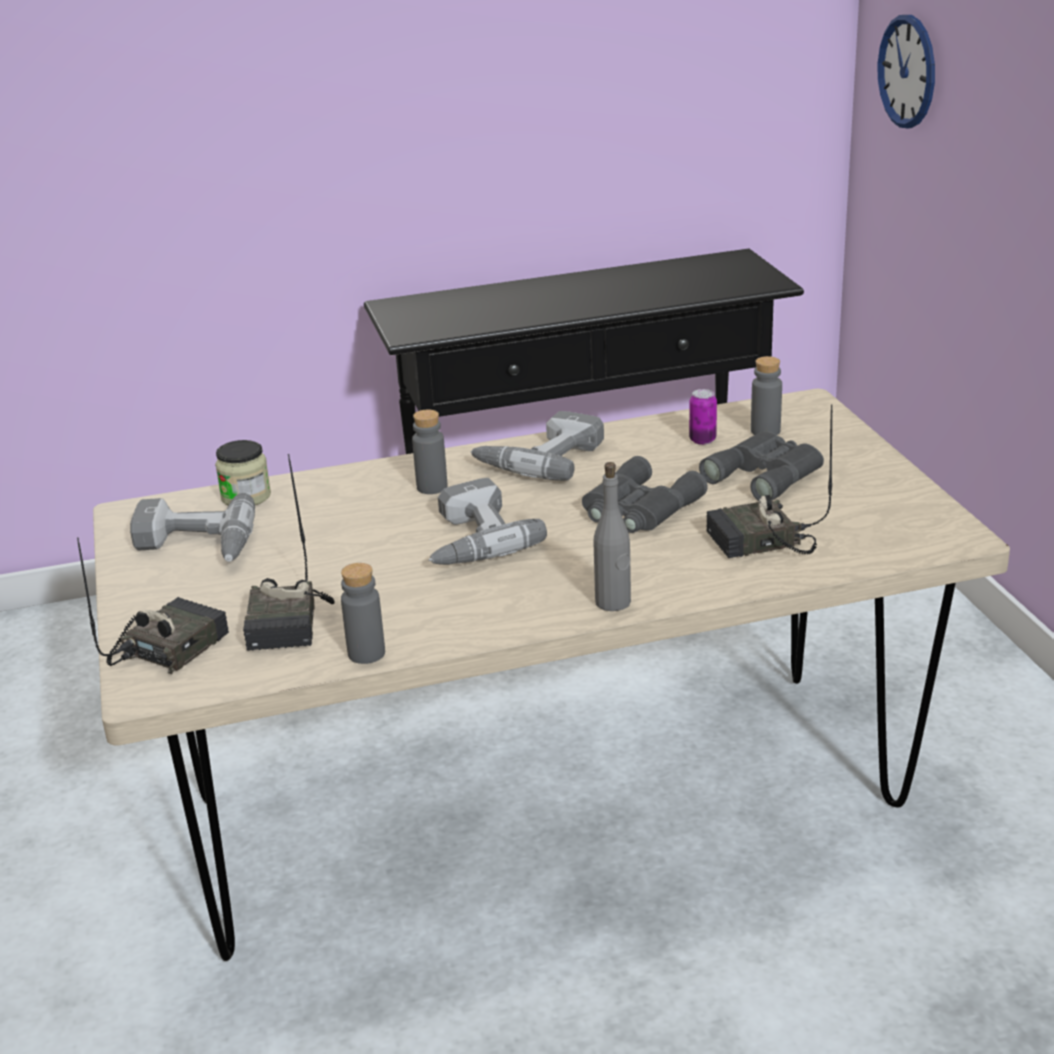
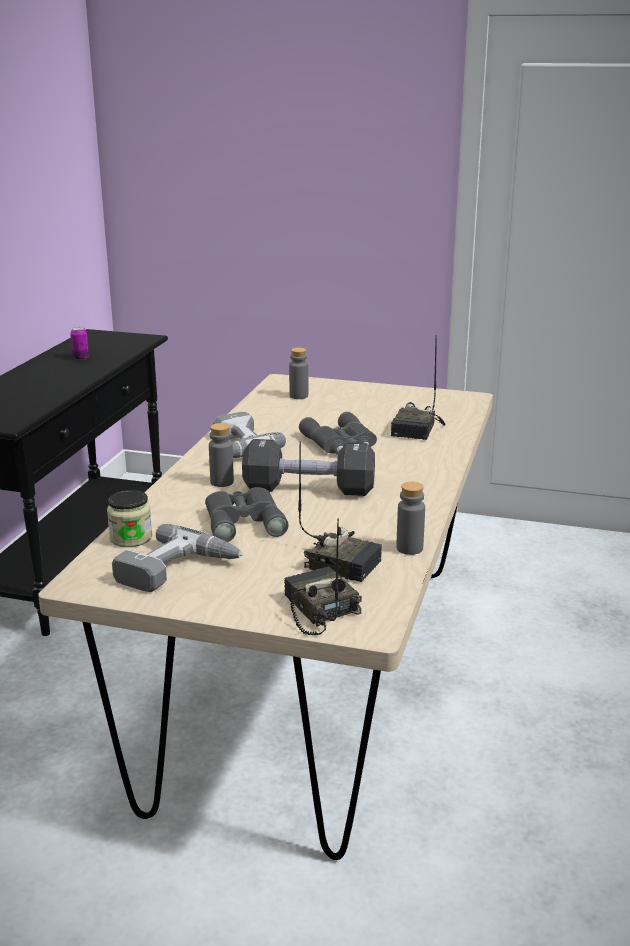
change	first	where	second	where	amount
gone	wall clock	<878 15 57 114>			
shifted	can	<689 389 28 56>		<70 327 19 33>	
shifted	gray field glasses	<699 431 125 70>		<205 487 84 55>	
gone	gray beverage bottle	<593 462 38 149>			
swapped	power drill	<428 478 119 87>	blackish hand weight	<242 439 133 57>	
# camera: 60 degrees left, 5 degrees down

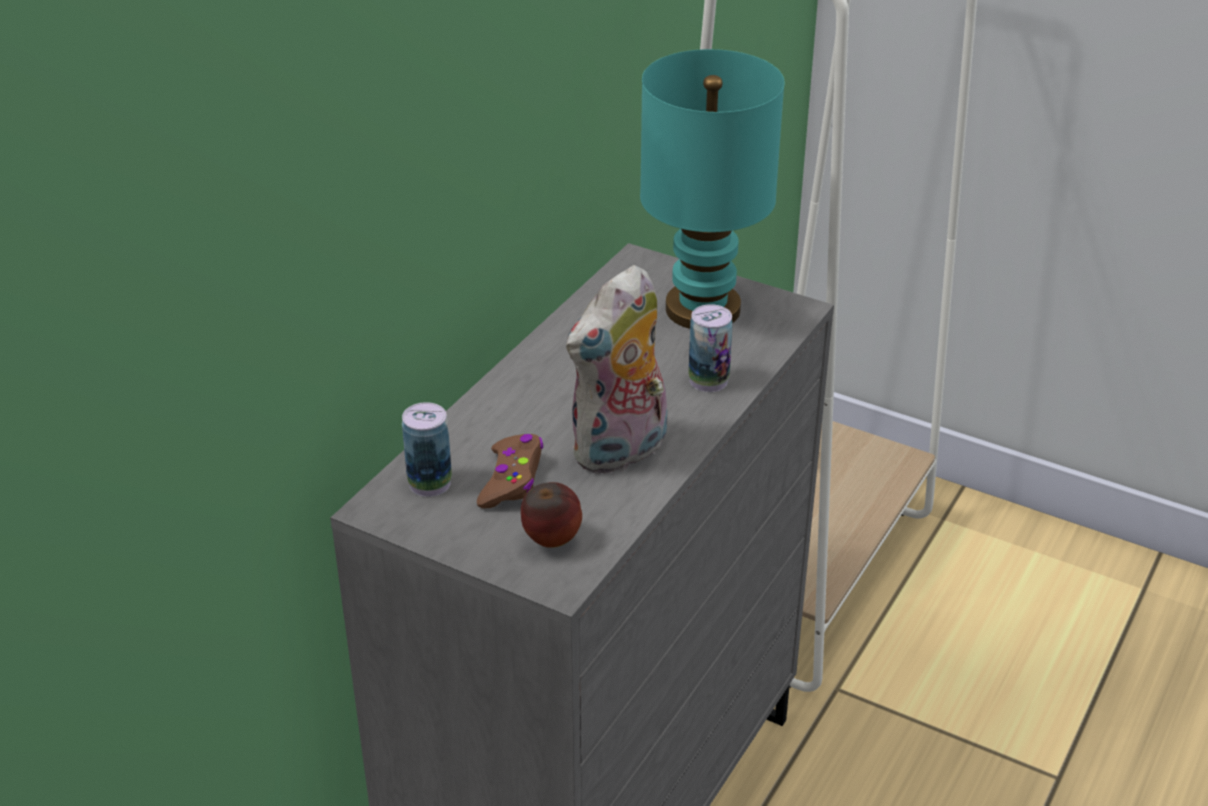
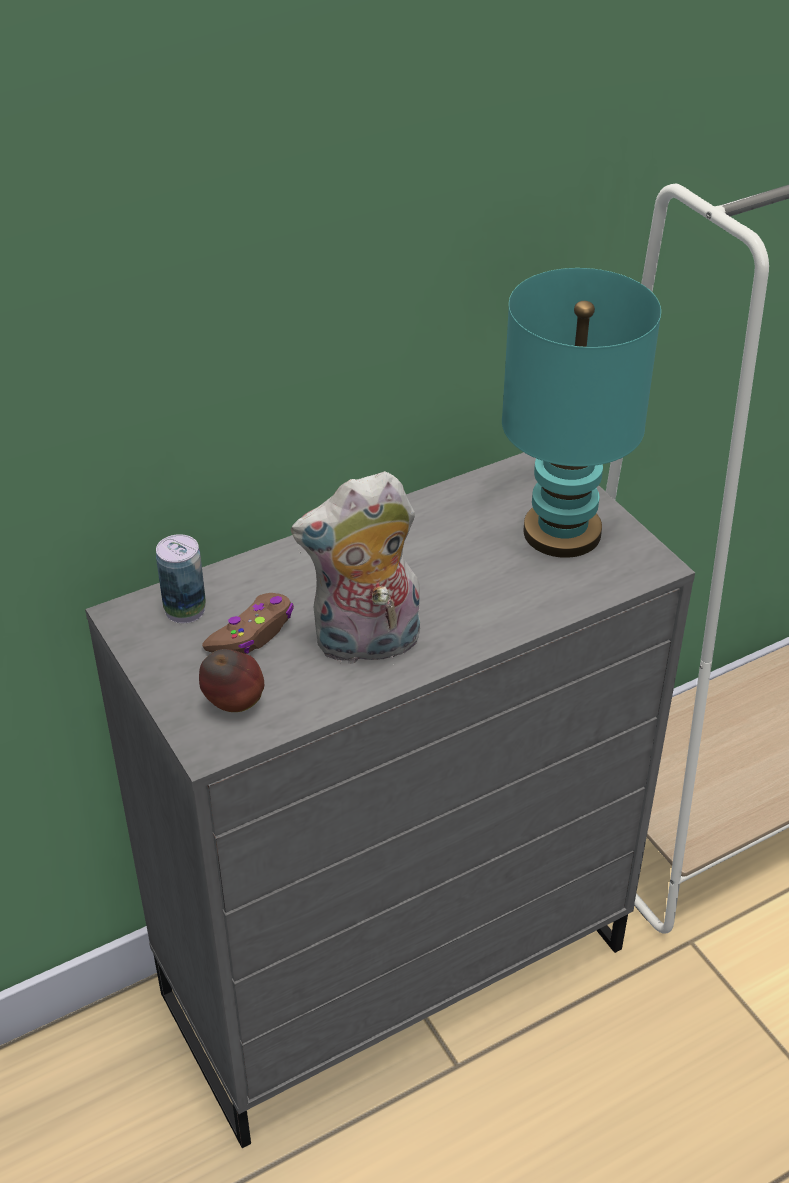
change	first	where	second	where	amount
gone	can	<688 304 45 88>			
# camera: 30 degrees right, 5 degrees up

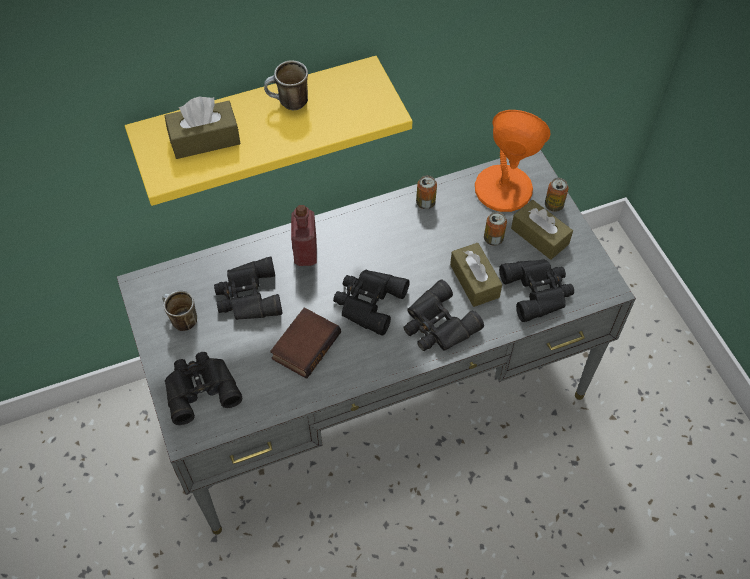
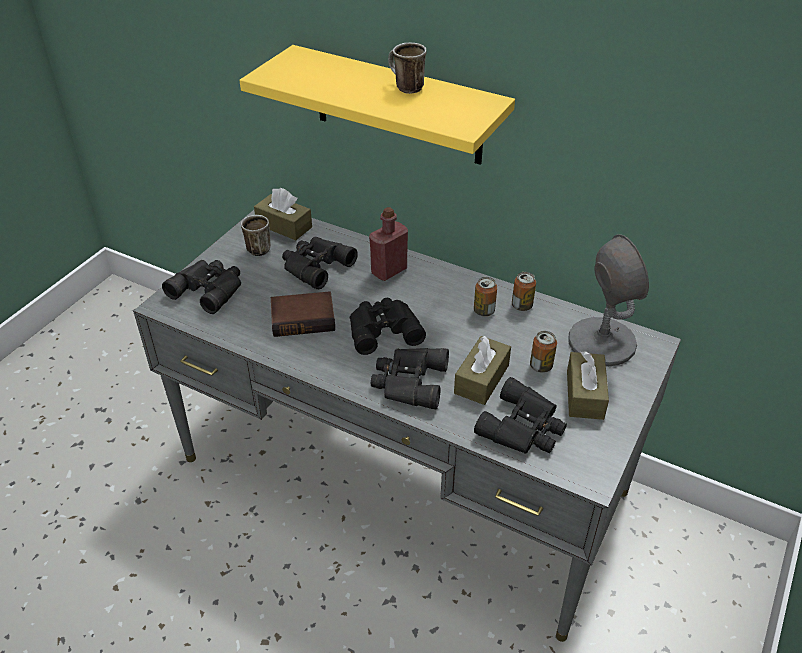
change	first	where	second	where	amount
shifted	brown-coloured tissue holder	<164 97 77 62>		<254 188 58 52>	
repainted	orangey tabletop lamp	<475 110 75 102>	gray tabletop lamp	<568 234 81 132>	
shifted	can	<545 178 24 34>		<474 277 23 39>	
# camera: 50 degrees right, 15 degrees down

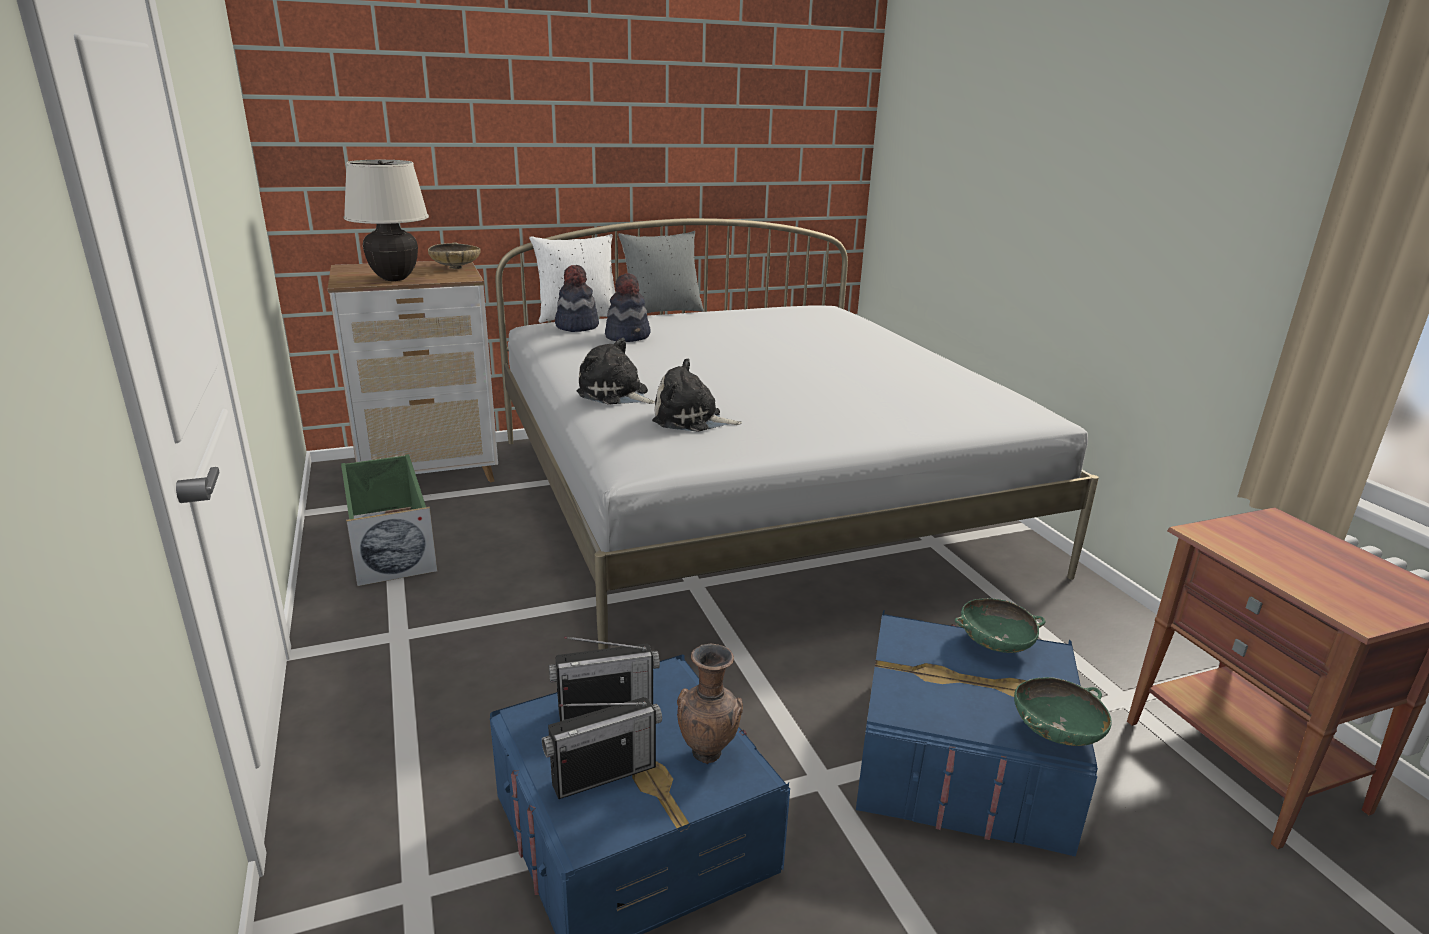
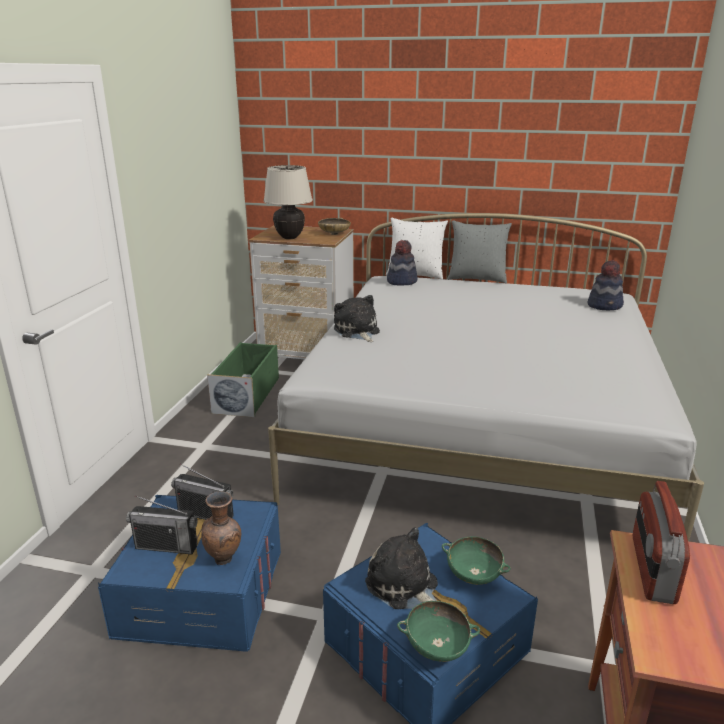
change	first	where	second	where	amount
shifted	clothing hat	<605 273 46 69>		<588 260 36 50>	
shifted	cuddly toy	<652 358 90 74>		<365 527 73 82>	
new			radio	<632 481 58 123>	
# camera: 35 degrees right, 0 degrees up

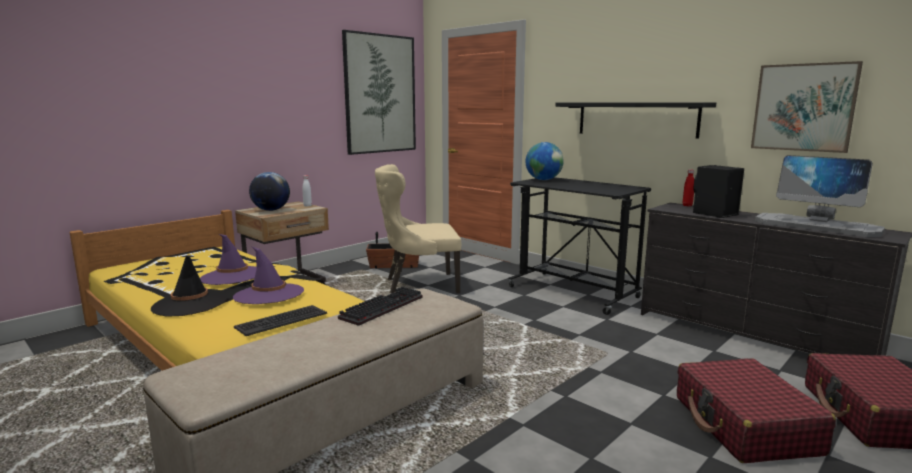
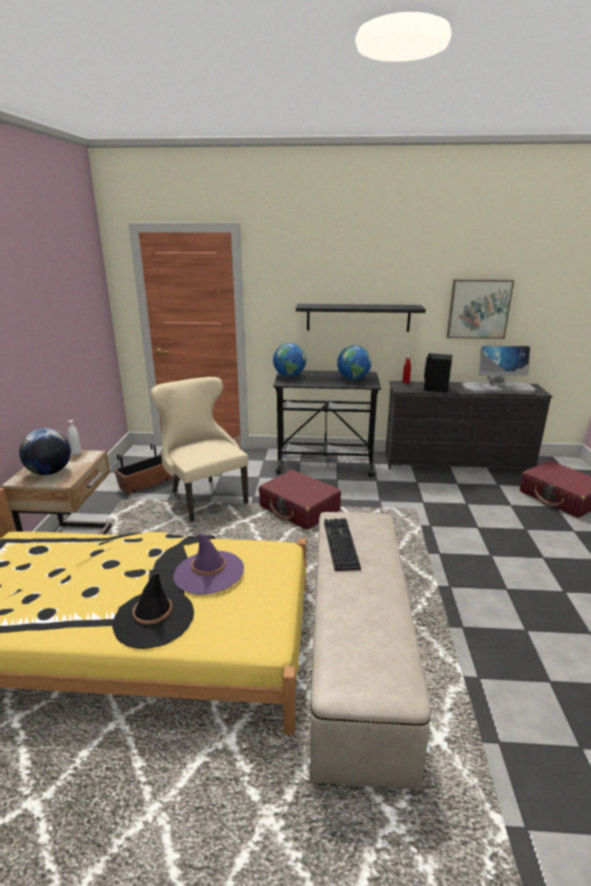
change	first	where	second	where	amount
gone	wall art	<342 30 74 125>			
rotated	sand-coloured chair	<375 164 86 129>		<151 377 97 145>	105 degrees clockwise
gone	purple clothing hat	<200 234 57 51>			
gone	keyboard	<234 305 93 31>			
shifted	red-coloured piece of luggage	<677 358 159 105>		<258 470 83 60>	
new			globe	<337 346 34 34>	
# camera: 40 degrees left, 10 degrees up

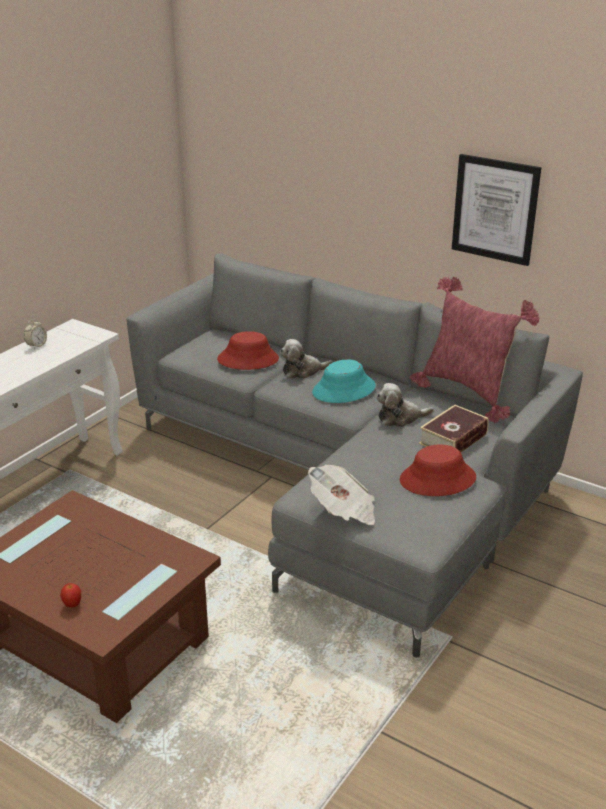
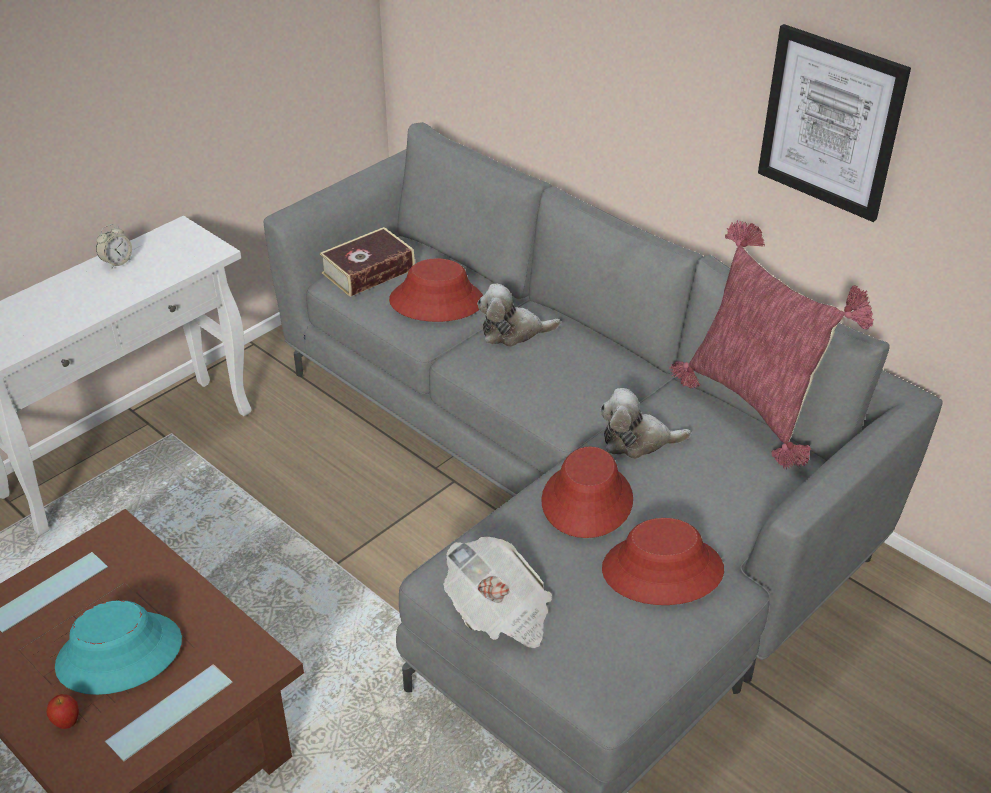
change	first	where	second	where	amount
shifted	blue-green clothing hat	<312 359 64 44>		<55 600 127 95>	
shifted	book	<419 405 70 47>		<320 227 95 70>	
new			red-coloured clothing hat	<541 447 92 91>	
# camera: 10 degrees right, 10 degrees up

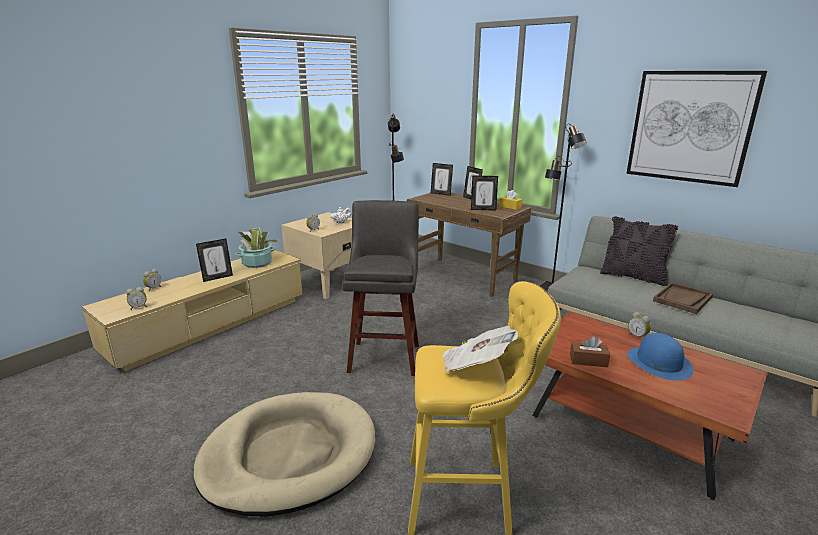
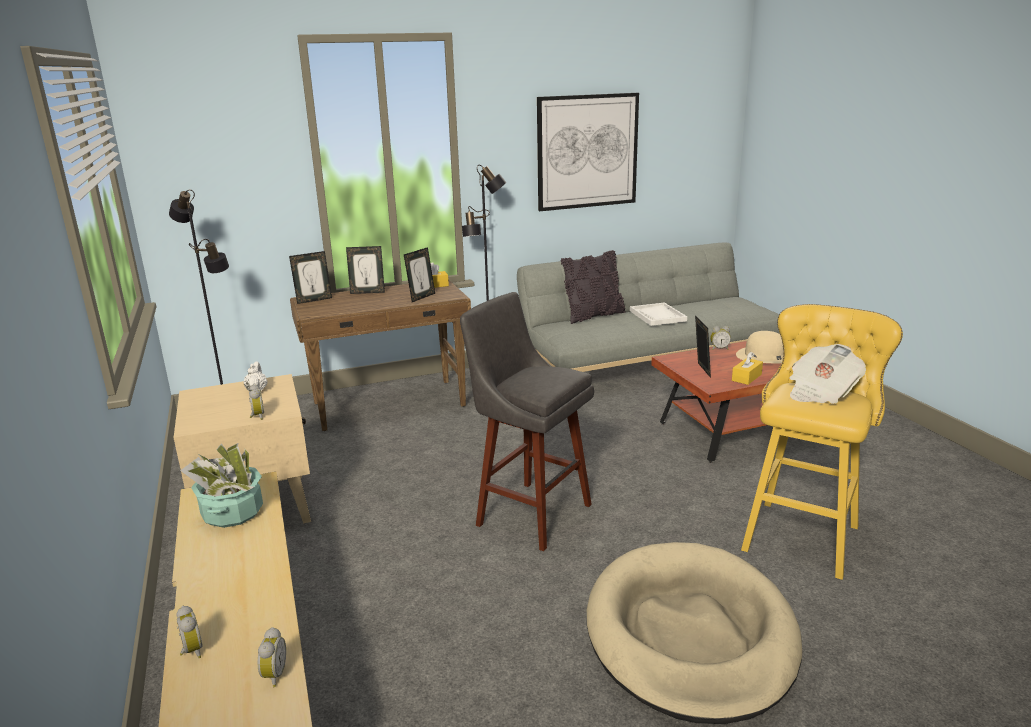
change	first	where	second	where	amount
shifted	photo frame	<196 239 37 43>		<695 315 16 63>	
repainted	brown-coloured carrying tray	<653 282 60 32>	whitish carrying tray	<630 302 57 24>	
repainted	blue-coloured clothing hat	<627 333 66 48>	sand-coloured clothing hat	<736 331 48 33>	
repainted	brown-coloured tissue holder	<570 336 40 31>	yellow tissue holder	<732 352 31 33>	
# camera: 60 degrees left, 0 degrees up

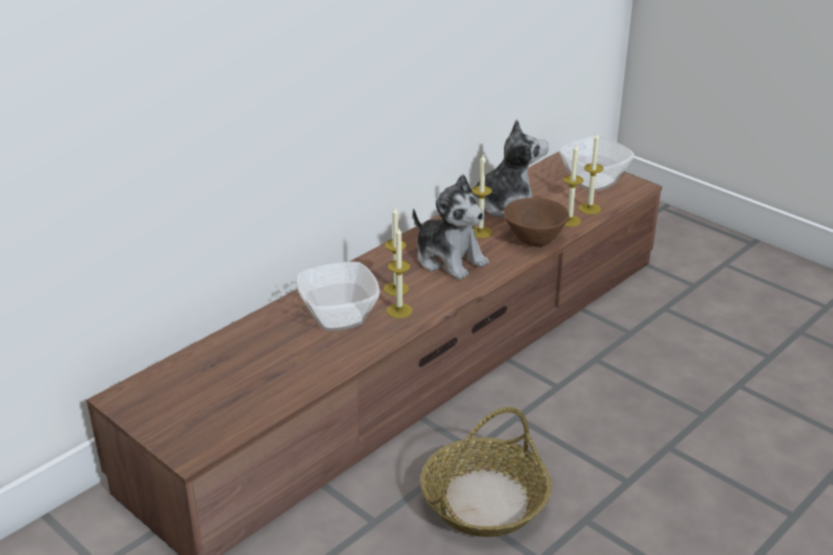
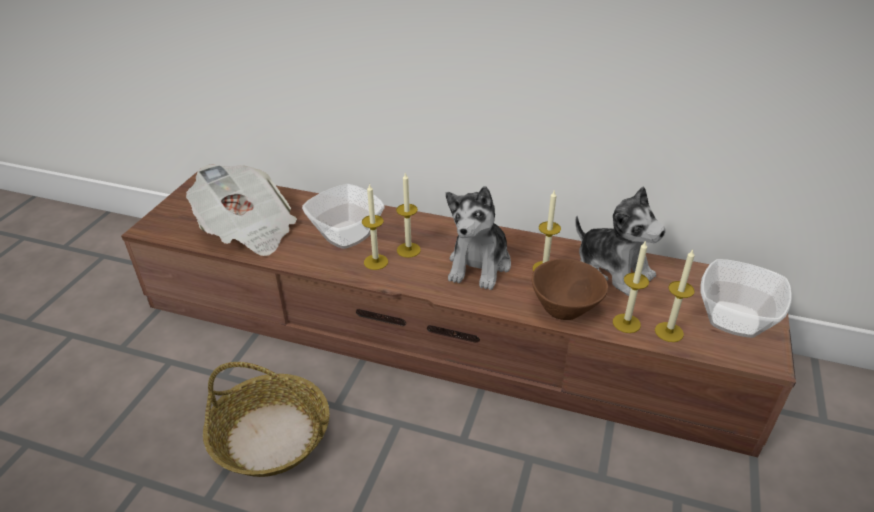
change	first	where	second	where	amount
new			printed paper	<186 164 111 92>	
# camera: 65 degrees right, 5 degrees up

